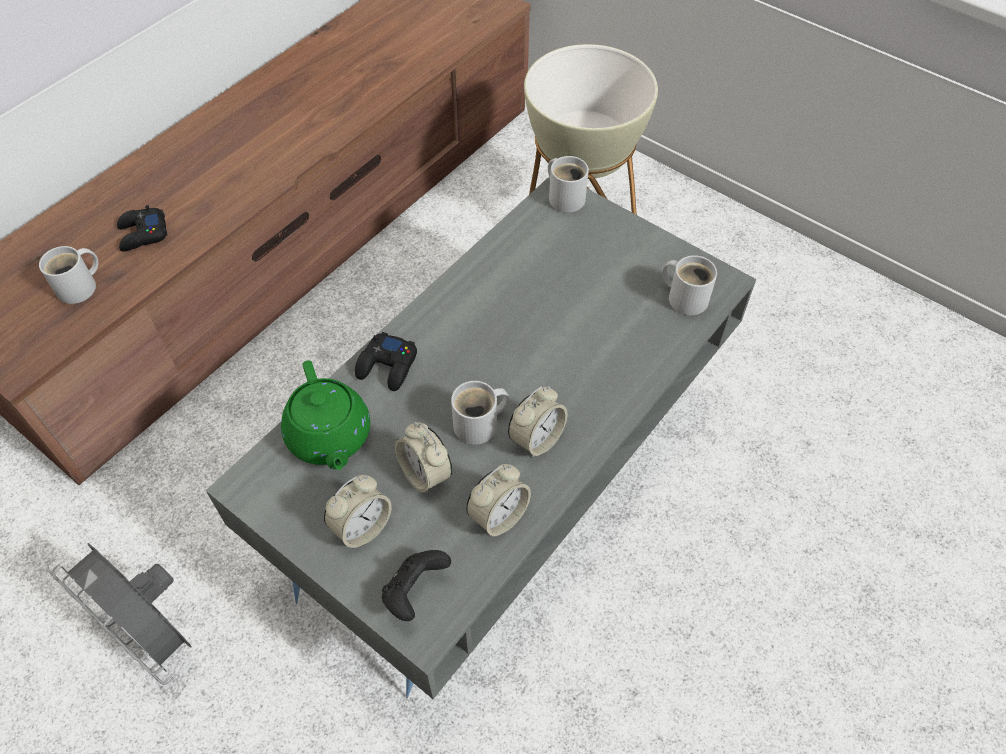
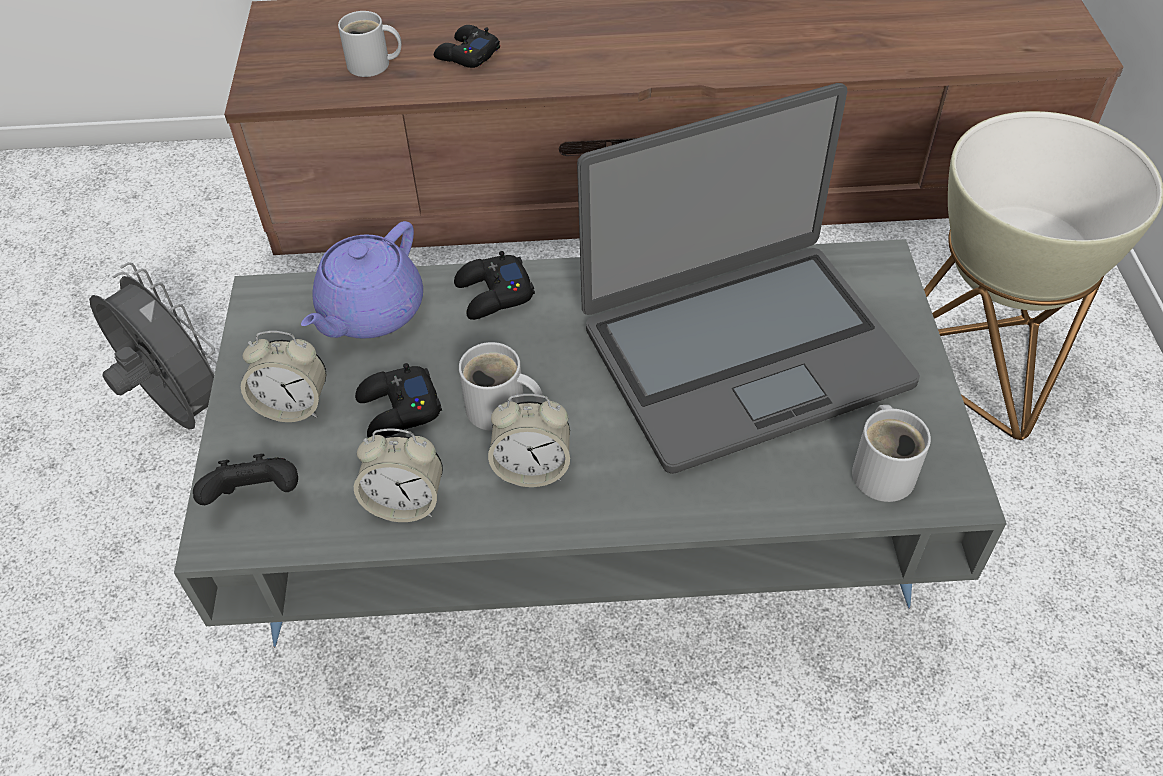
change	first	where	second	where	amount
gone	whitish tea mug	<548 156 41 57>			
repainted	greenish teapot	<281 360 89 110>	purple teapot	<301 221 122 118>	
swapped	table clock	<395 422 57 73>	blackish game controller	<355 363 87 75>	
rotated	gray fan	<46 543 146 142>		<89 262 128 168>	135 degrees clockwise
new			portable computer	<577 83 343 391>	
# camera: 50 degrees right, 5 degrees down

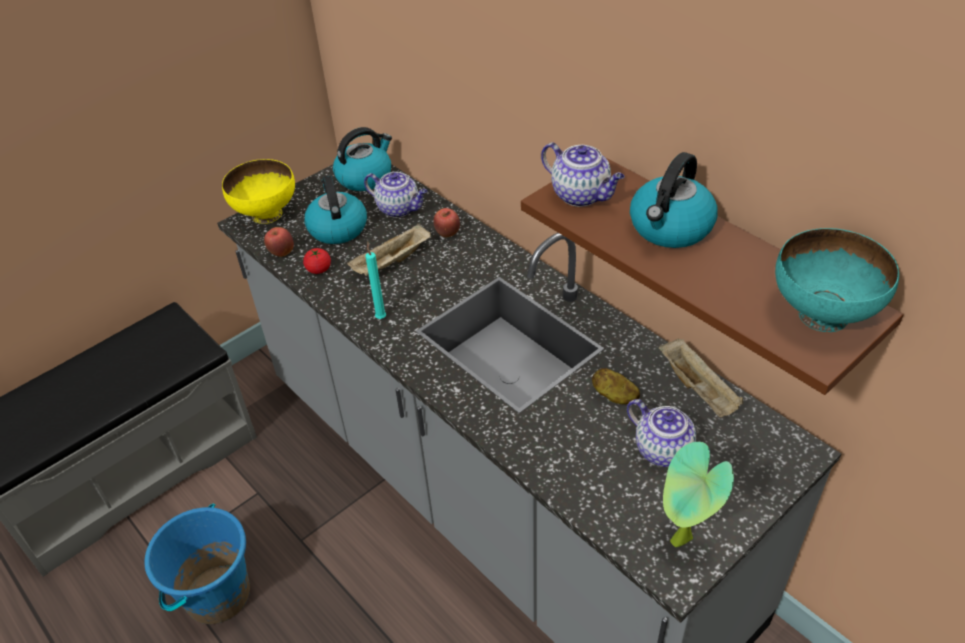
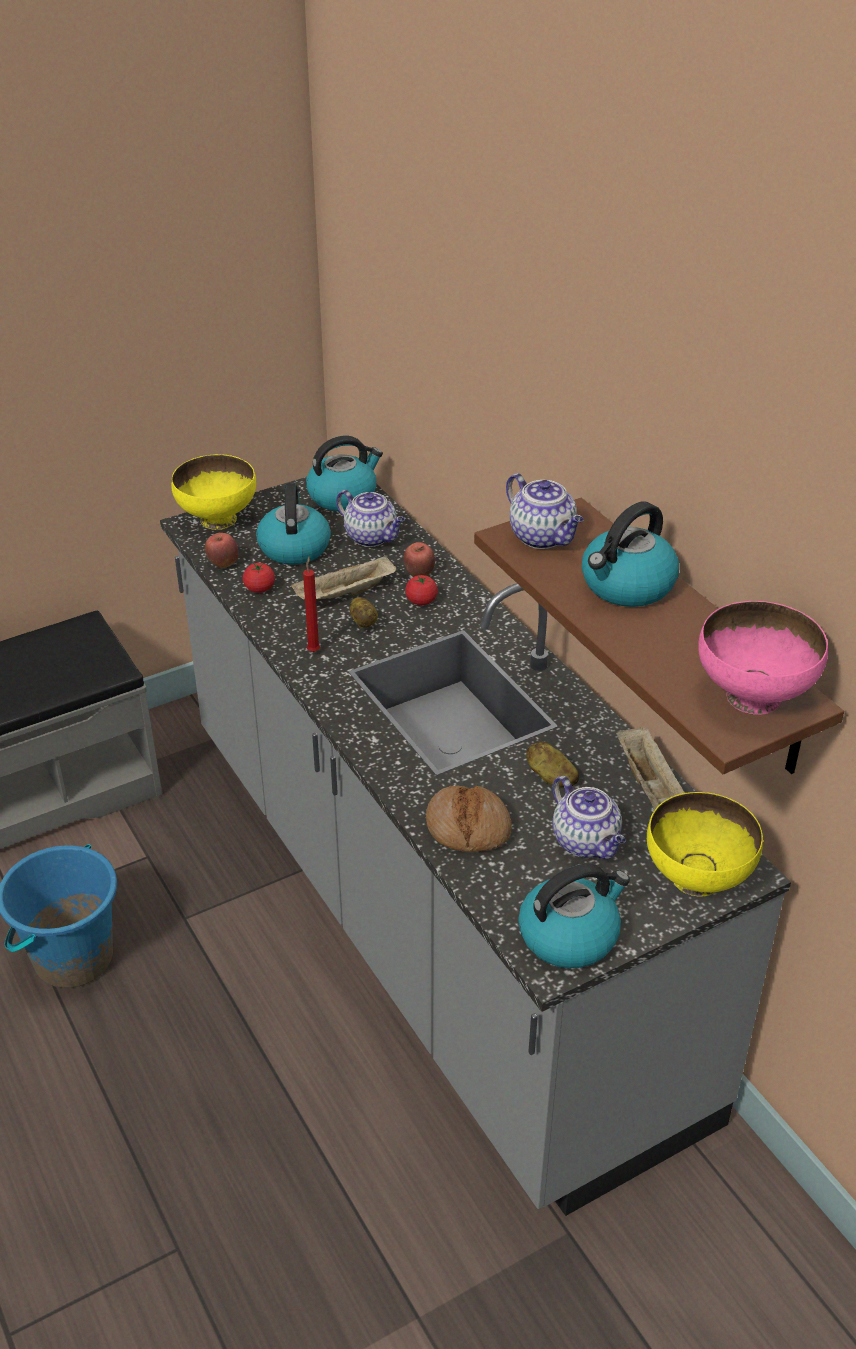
change	first	where	second	where	amount
repainted	blue-green bowl	<775 228 124 104>	pink bowl	<698 601 130 114>	
repainted	blue-green wax candle	<366 242 20 77>	red-coloured wax candle	<303 557 17 95>	
swapped	potted plant	<663 442 71 105>	tea kettle	<518 863 112 105>	
new			whole tomato	<405 575 33 30>	
new			whole potato	<350 597 28 31>	
new			baked bread	<425 786 87 66>	
new			yellow bowl	<647 792 116 105>	
# camera: 10 degrees right, 5 degrees down

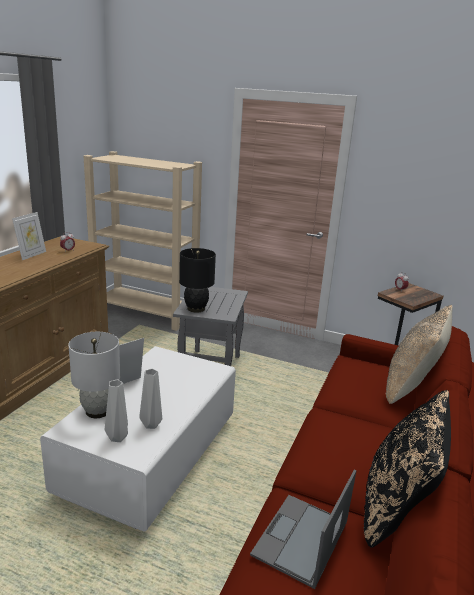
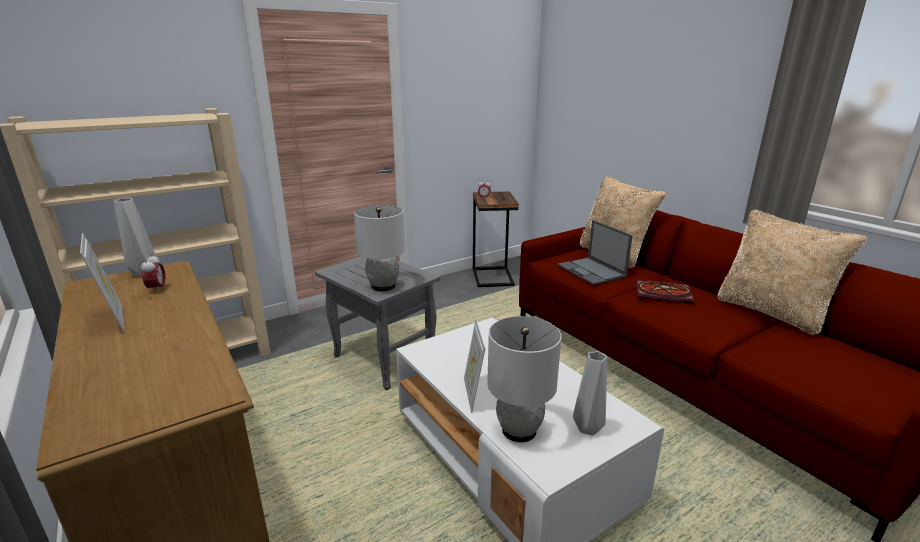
change	first	where	second	where	amount
repainted	blackish tabletop lamp	<179 248 37 65>	whitish tabletop lamp	<354 205 51 86>	
shifted	gray flower vase	<139 369 23 60>		<114 198 42 78>	
repainted	blackish cushion	<364 390 87 158>	sand-coloured cushion	<717 209 150 126>	
shifted	portable computer	<250 469 107 120>		<558 220 75 65>	
new			book	<636 280 58 24>	
# camera: 55 degrees left, 0 degrees up

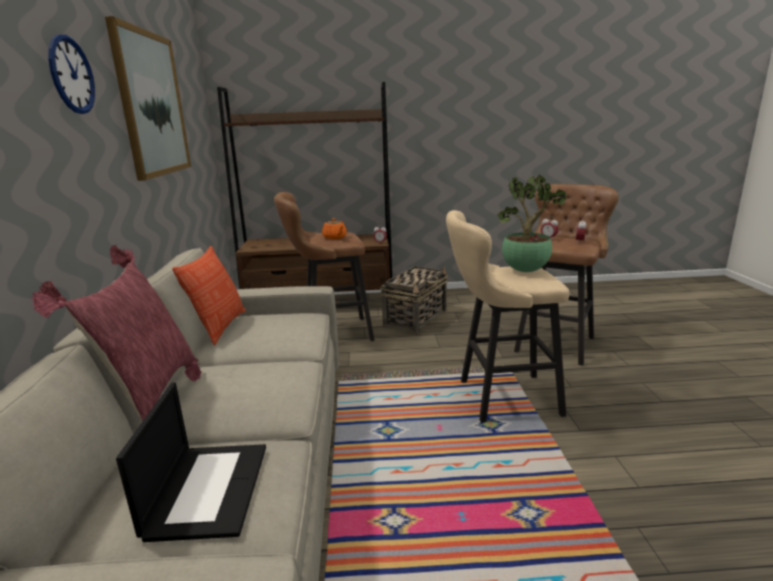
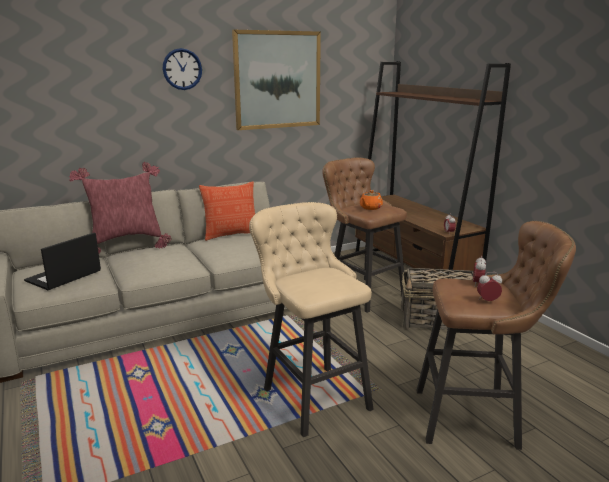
change	first	where	second	where	amount
gone	potted plant	<497 175 69 97>			
rotated	portable computer	<116 382 150 160>		<24 233 77 57>	150 degrees clockwise
# camera: 65 degrees right, 0 degrees up

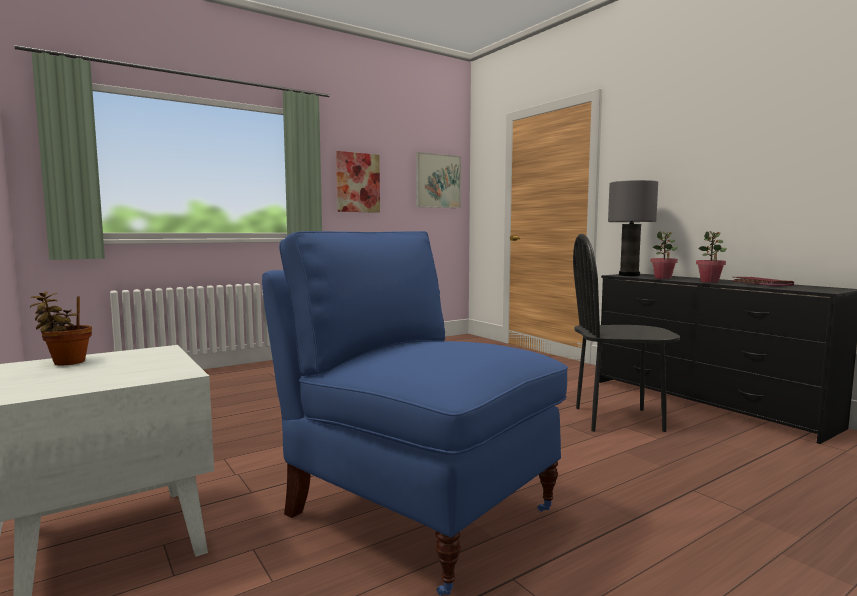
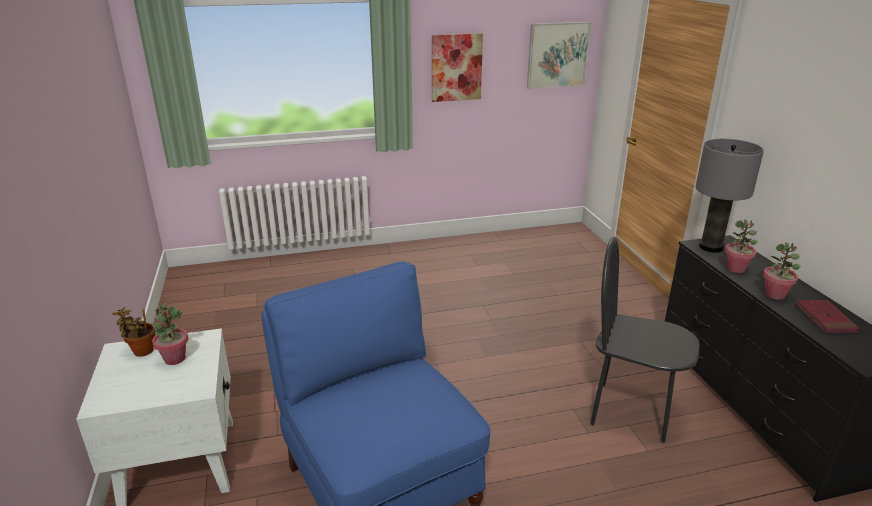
change	first	where	second	where	amount
new			potted plant	<152 303 36 62>	
# camera: 20 degrees right, 20 degrees up

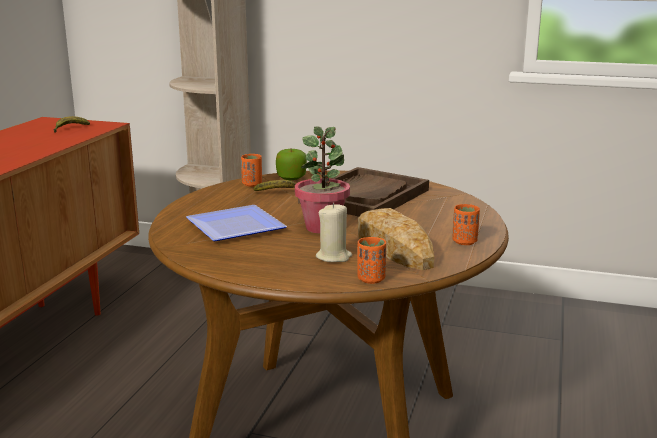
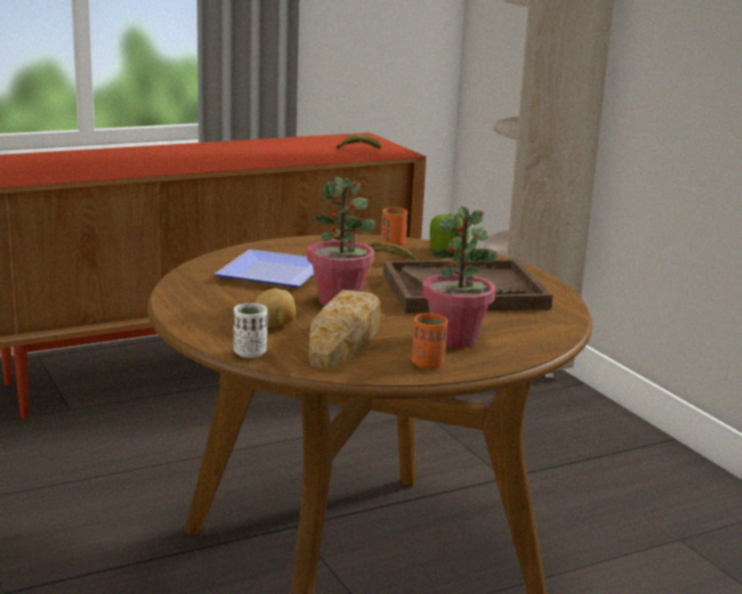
change	first	where	second	where	amount
swapped	sand-coloured wax candle	<316 203 36 59>	whole potato	<255 288 41 40>	
repainted	orangey cup	<357 237 29 47>	whitish cup	<233 303 34 55>	
new			potted plant	<422 207 75 141>	
# camera: 45 degrees right, 0 degrees up

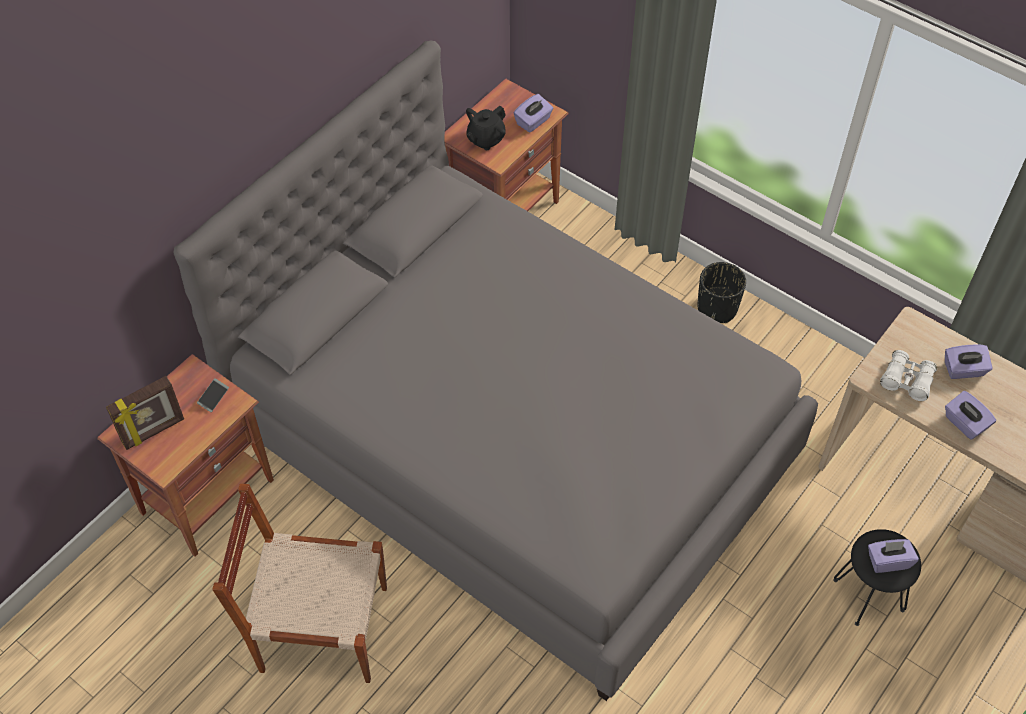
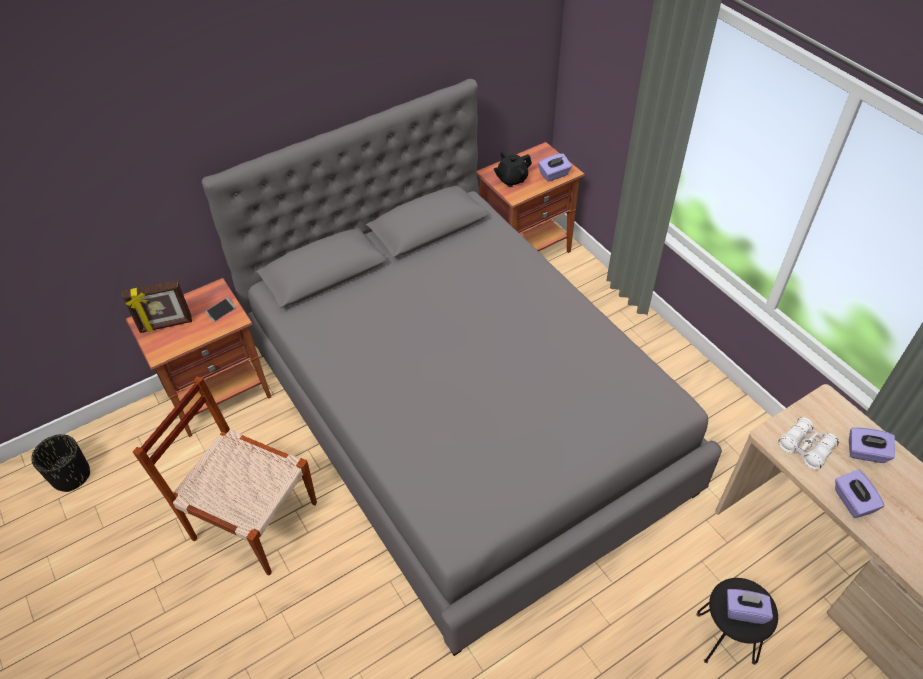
change	first	where	second	where	amount
shifted	blackish plant pot	<698 262 48 61>		<31 434 59 58>	
# camera: 20 degrees right, 5 degrees down

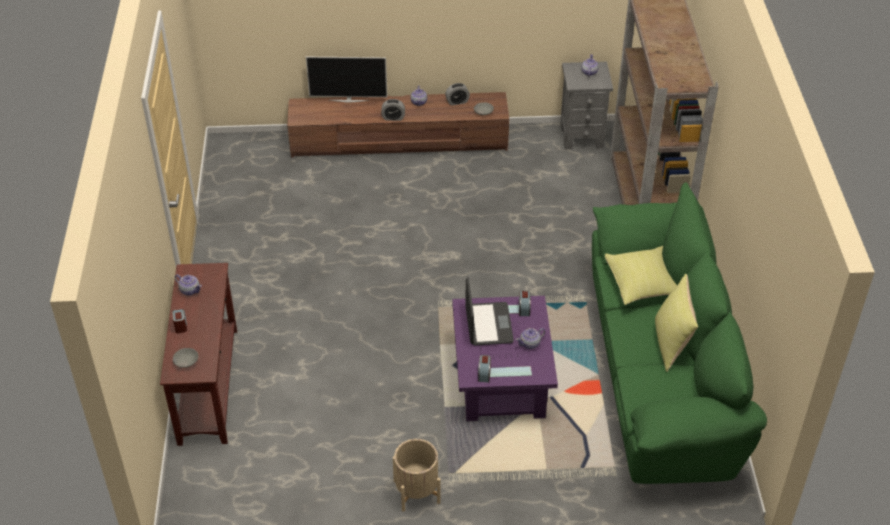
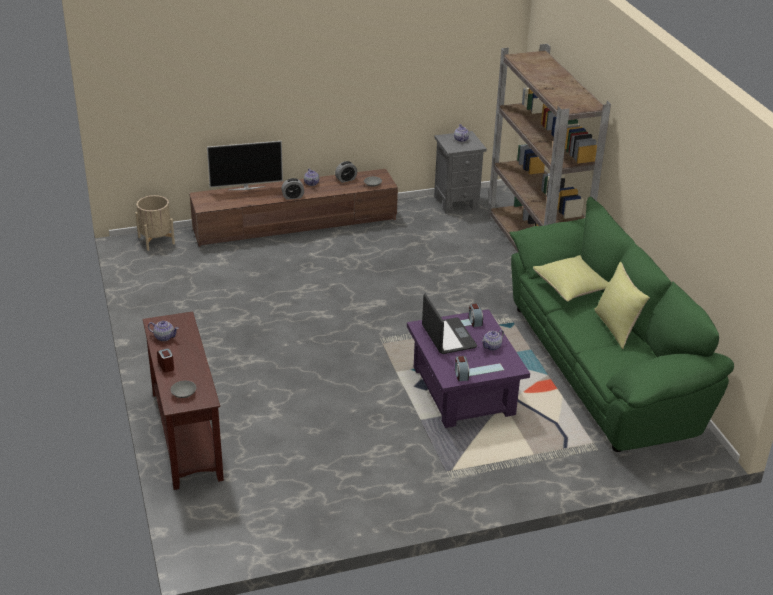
change	first	where	second	where	amount
shifted	sand-coloured plant pot	<393 439 48 73>		<135 195 40 56>	
# camera: 15 degrees left, 10 degrees down

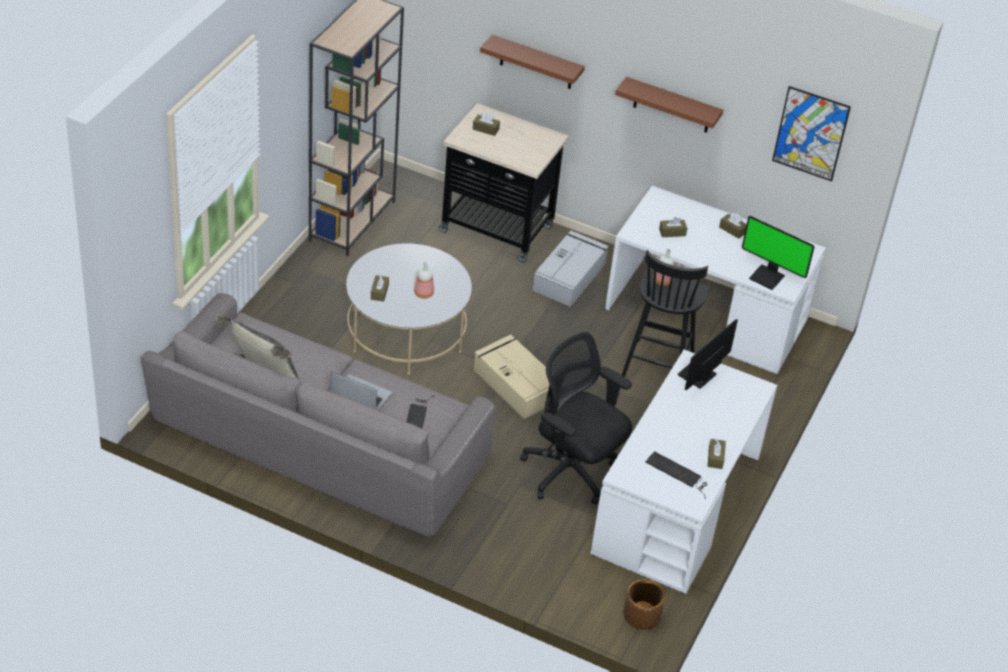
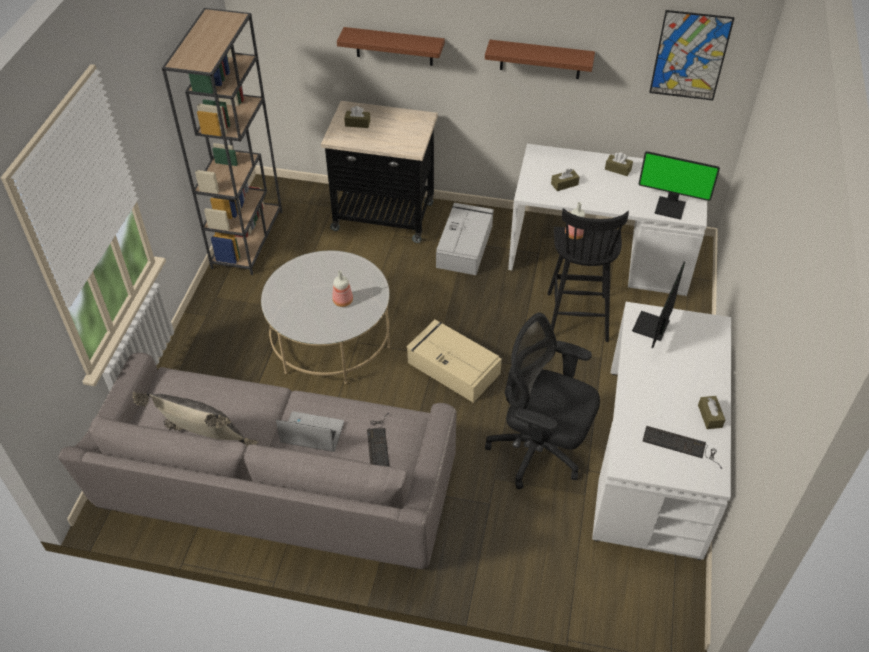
change	first	where	second	where	amount
gone	brown-coloured tissue holder	<371 275 18 27>			
gone	brown-coloured plant pot	<624 580 42 50>			
# camera: 10 degrees left, 5 degrees up

